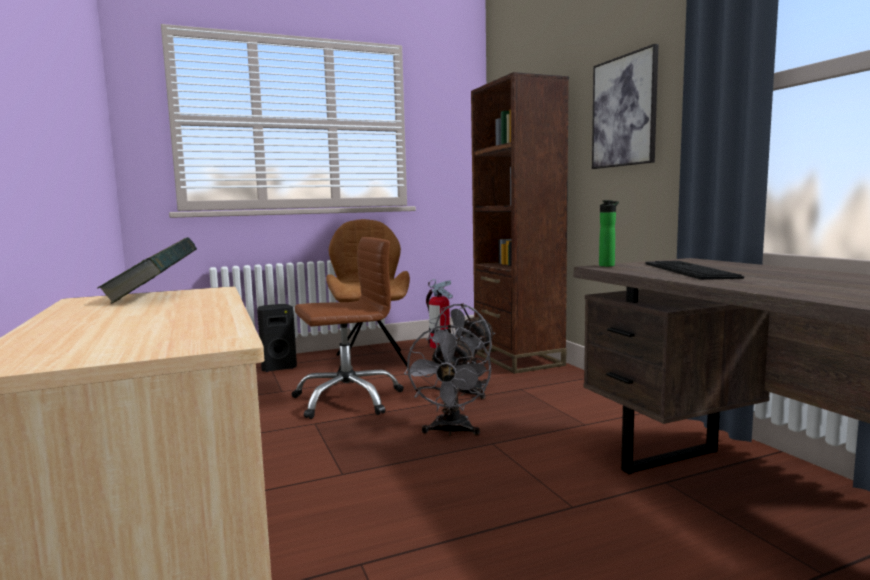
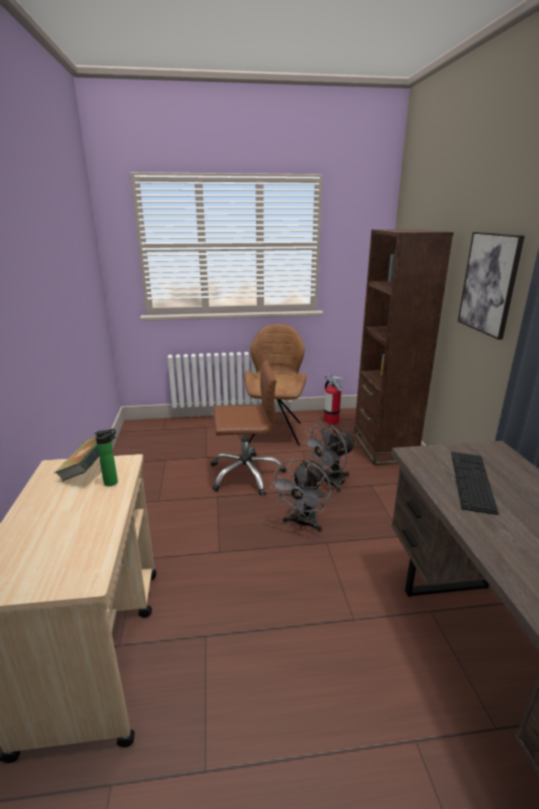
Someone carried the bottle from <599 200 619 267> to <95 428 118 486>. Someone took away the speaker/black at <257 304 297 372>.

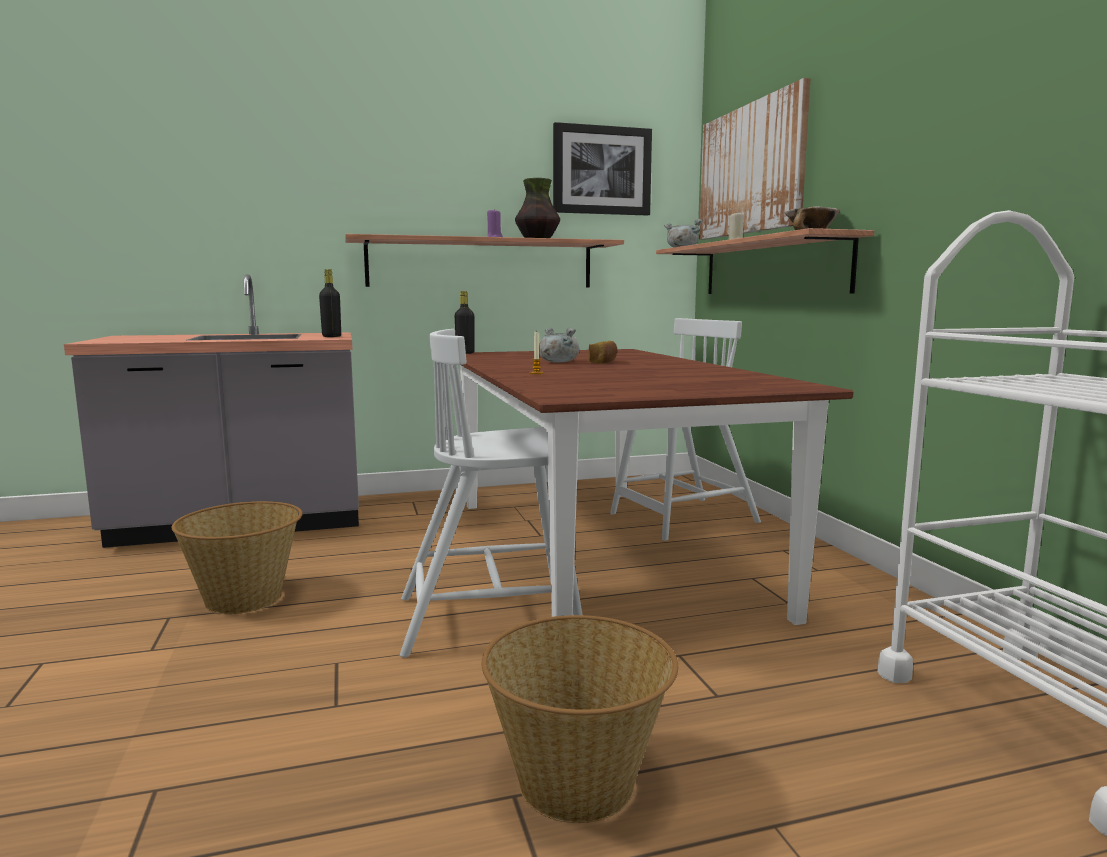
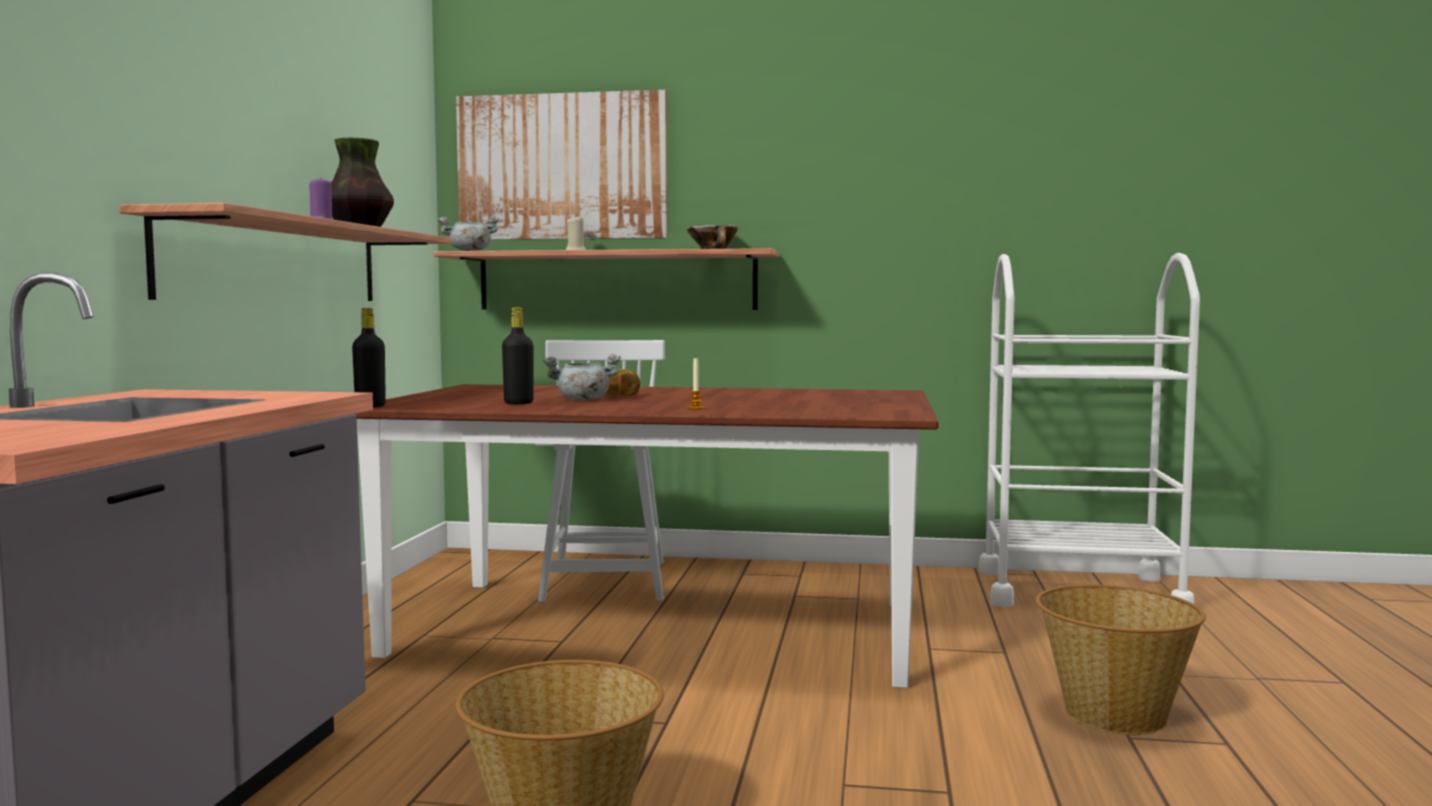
Someone carried the bottle/black from <319 269 341 337> to <502 308 533 404>. Someone took away the chair/white at <400 329 582 658>. Someone took away the picture at <553 122 652 216>.

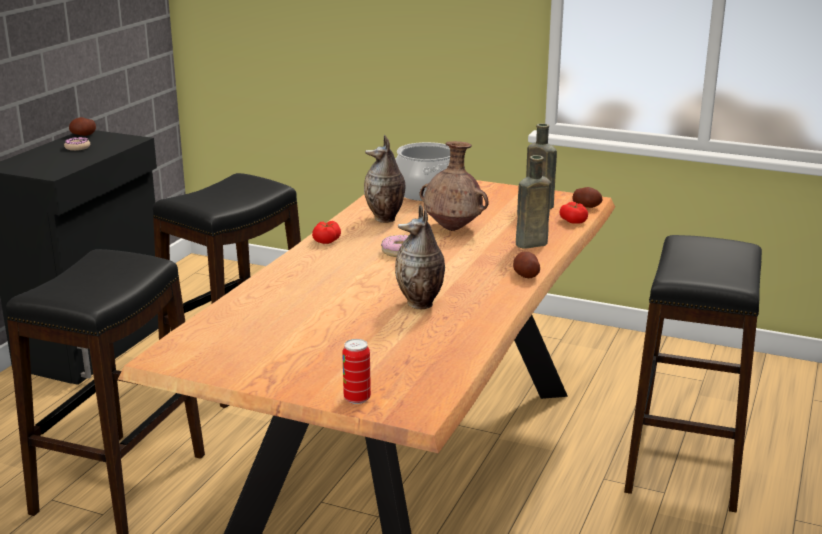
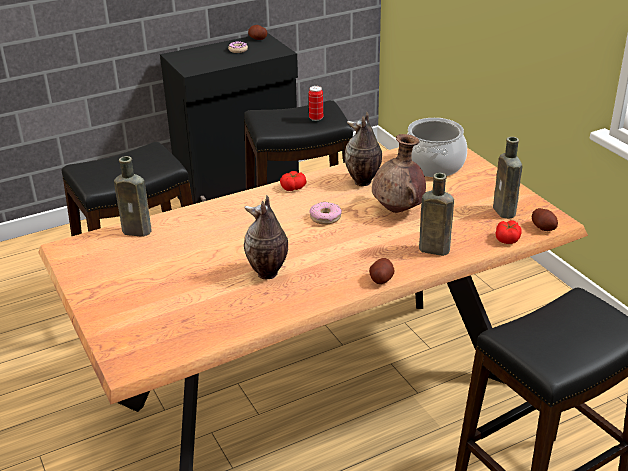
Someone put down the bottle/brown at <114 156 152 237>. Someone carried the can from <342 339 371 404> to <309 86 323 121>.

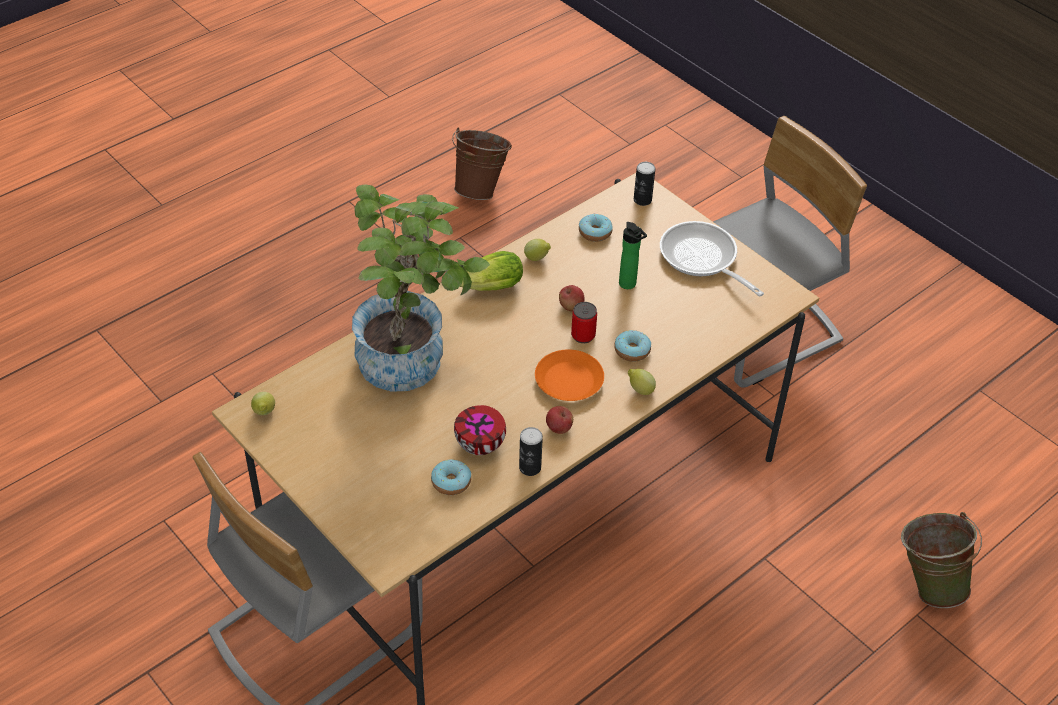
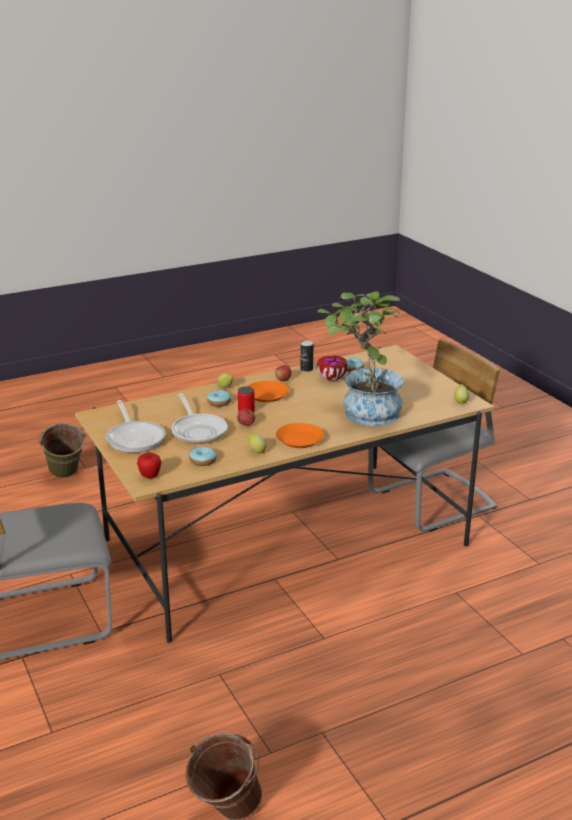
Someone swapped the can at <634 162 655 206> for the apple at <137 452 161 479>. Someone swapped the bottle at <619 222 647 289> for the frying pan at <172 393 228 444>. Someone swapped the lettuce at <460 251 523 291> for the plate/orange at <276 423 324 448>.

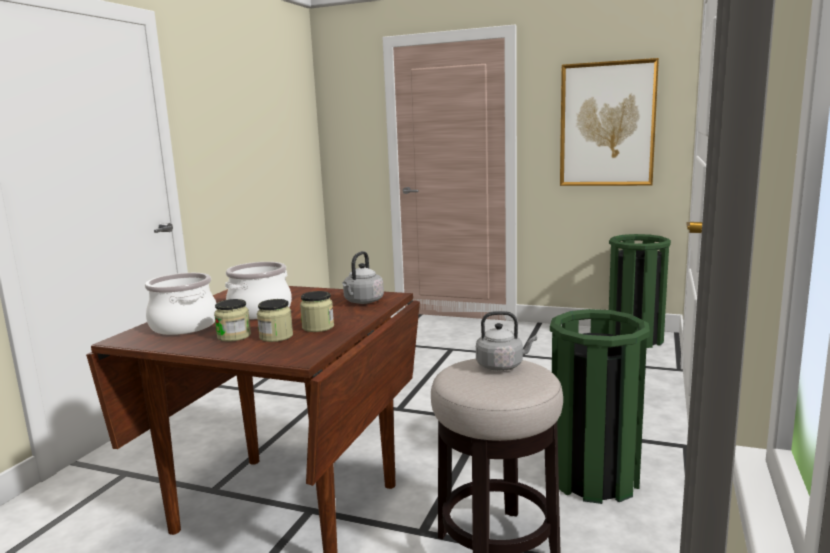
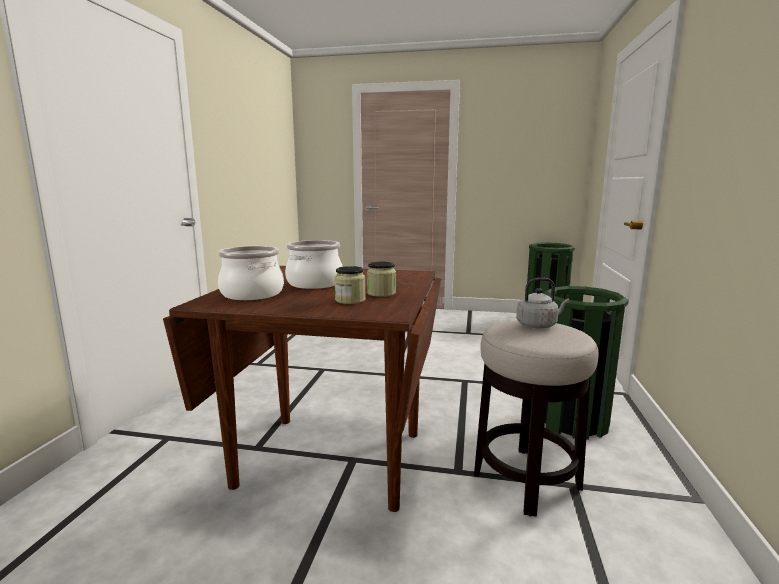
Someone took away the jar at <214 299 251 342>. Someone took away the kettle/grey at <342 251 384 304>. Someone took away the picture at <560 58 659 186>.

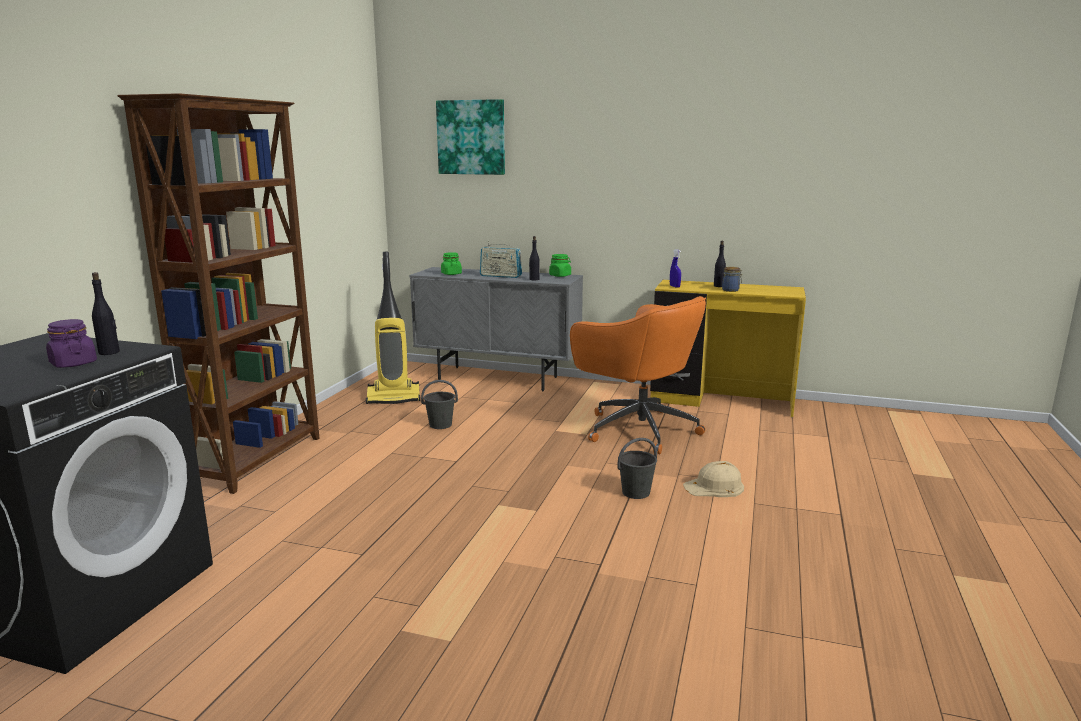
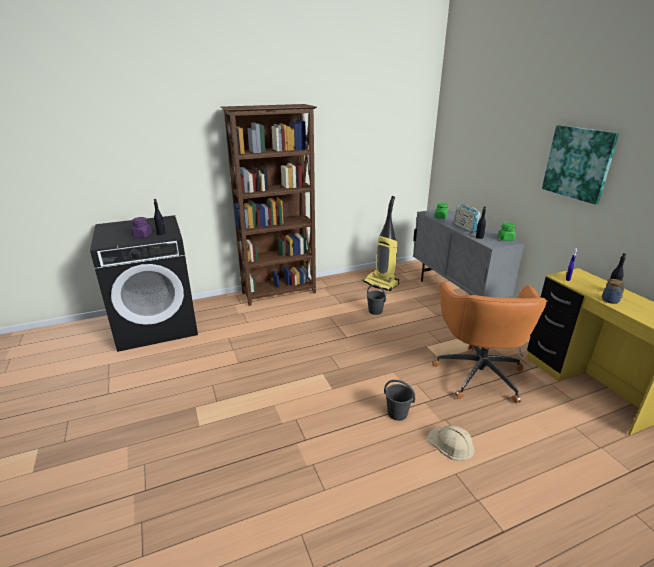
Someone carried the picture from <436 99 505 175> to <542 125 619 205>.

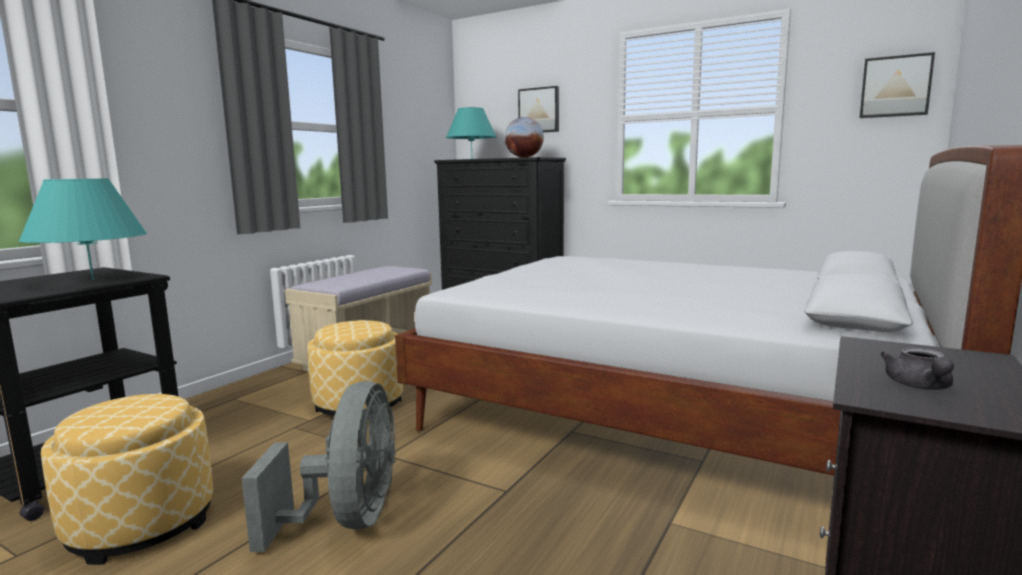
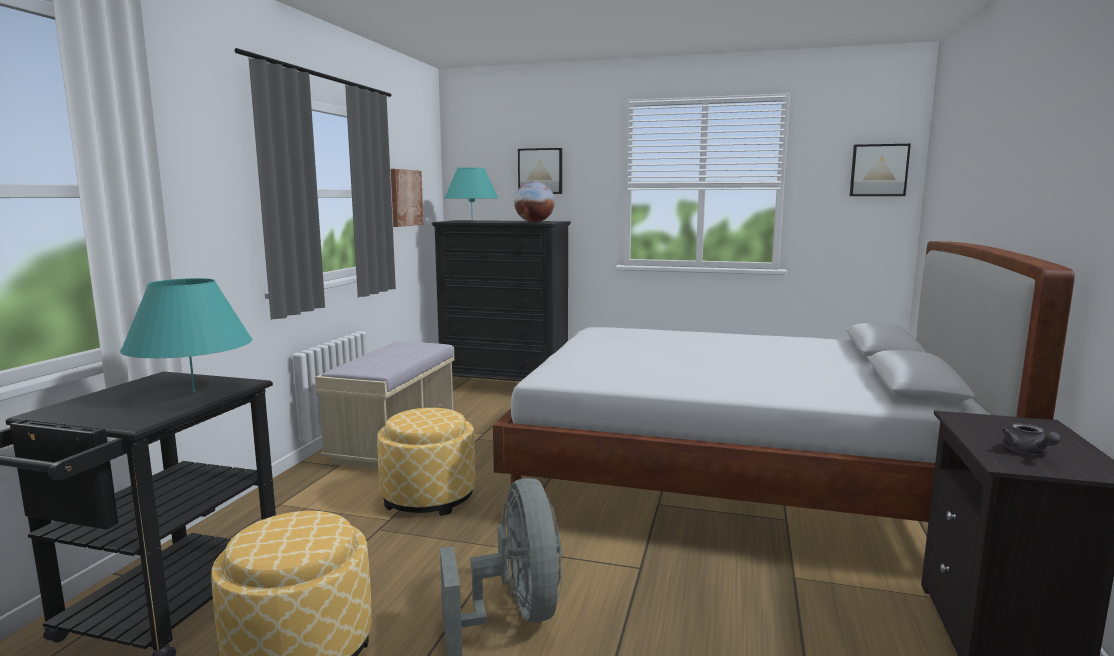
Someone put up the picture at <391 169 424 227>.

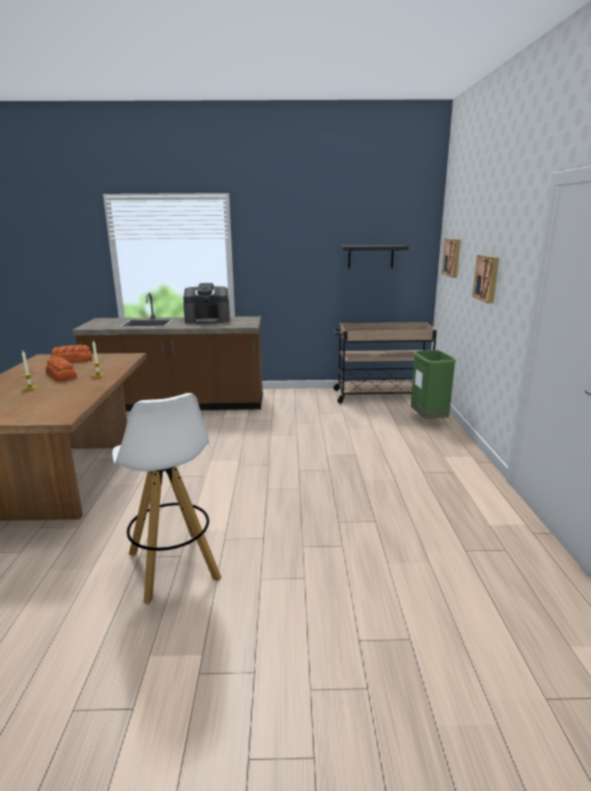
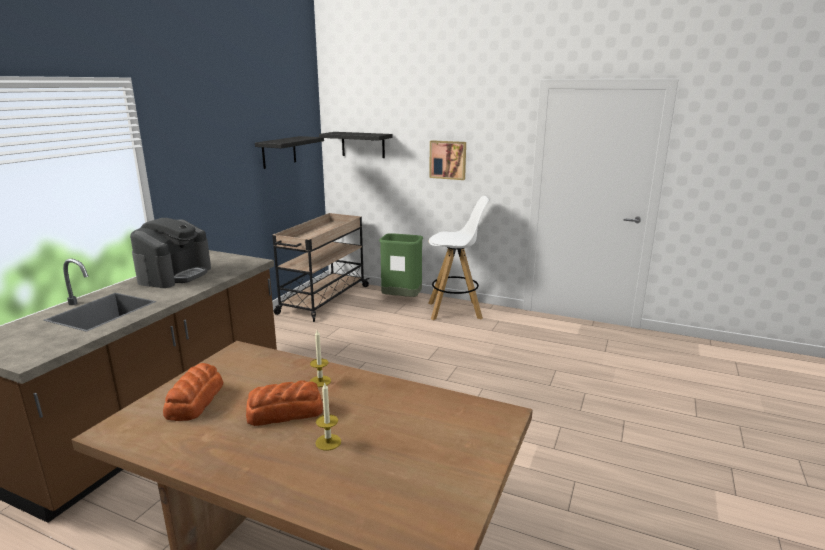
Someone swapped the picture at <442 238 461 278> for the shelf/black at <319 132 392 158>. Someone carried the stool/white from <112 393 221 605> to <428 196 490 320>.

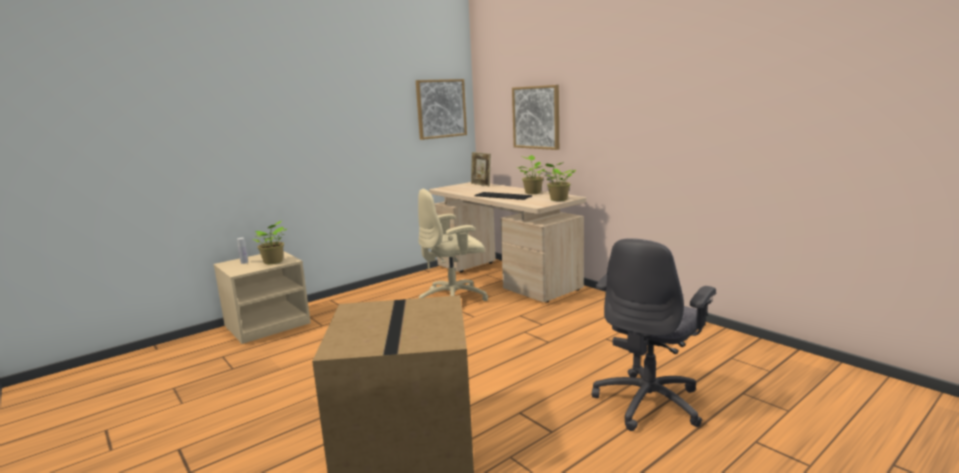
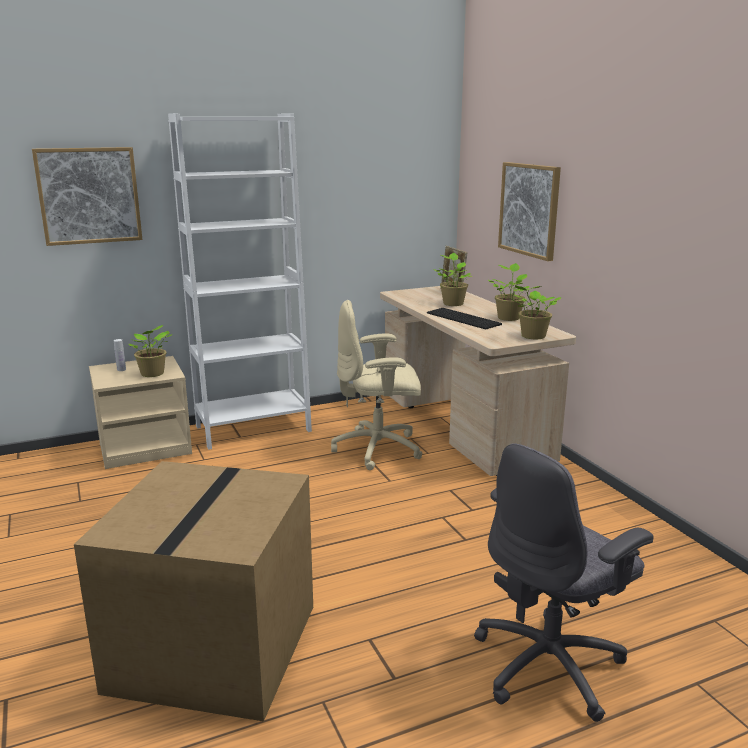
Someone carried the picture from <416 79 467 140> to <32 147 143 246>. Someone put down the bookcase/white at <168 113 312 450>. Someone put down the potted plant at <433 253 472 306>.

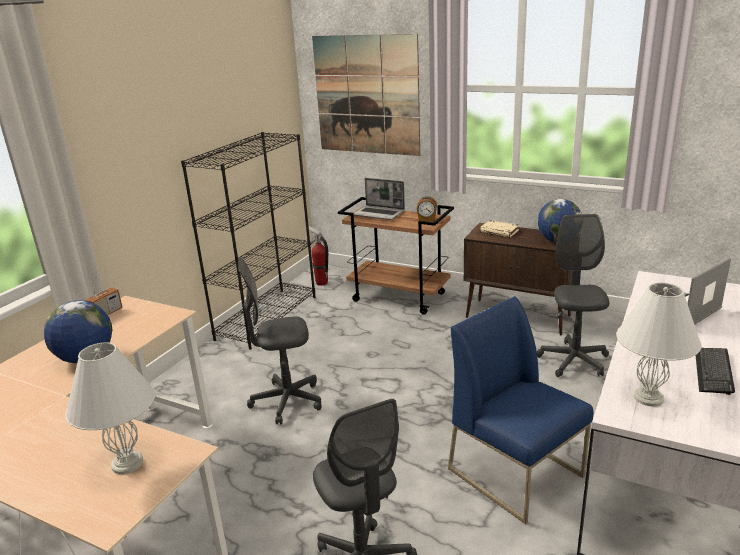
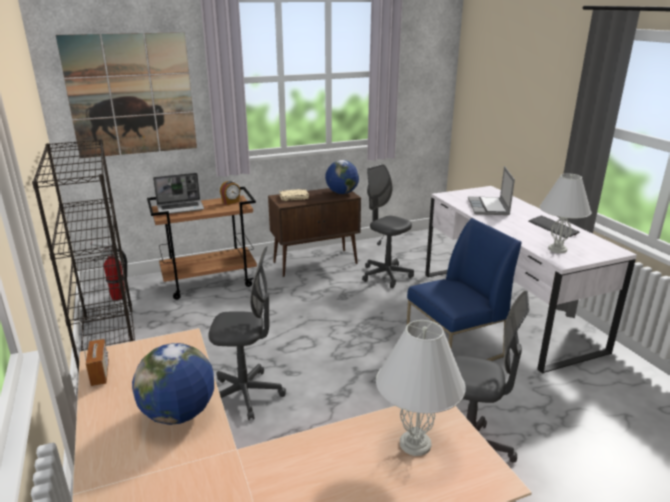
Someone rotated the office chair/grey at <238 257 322 424> by 120 degrees counterclockwise. Someone rotated the chair/blue at <448 296 593 524> by 150 degrees clockwise.

